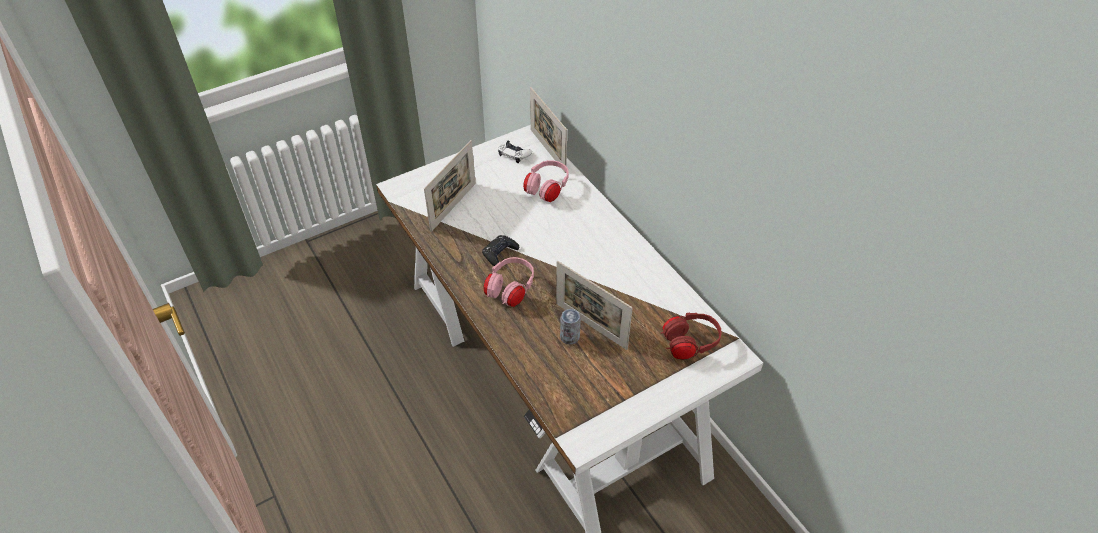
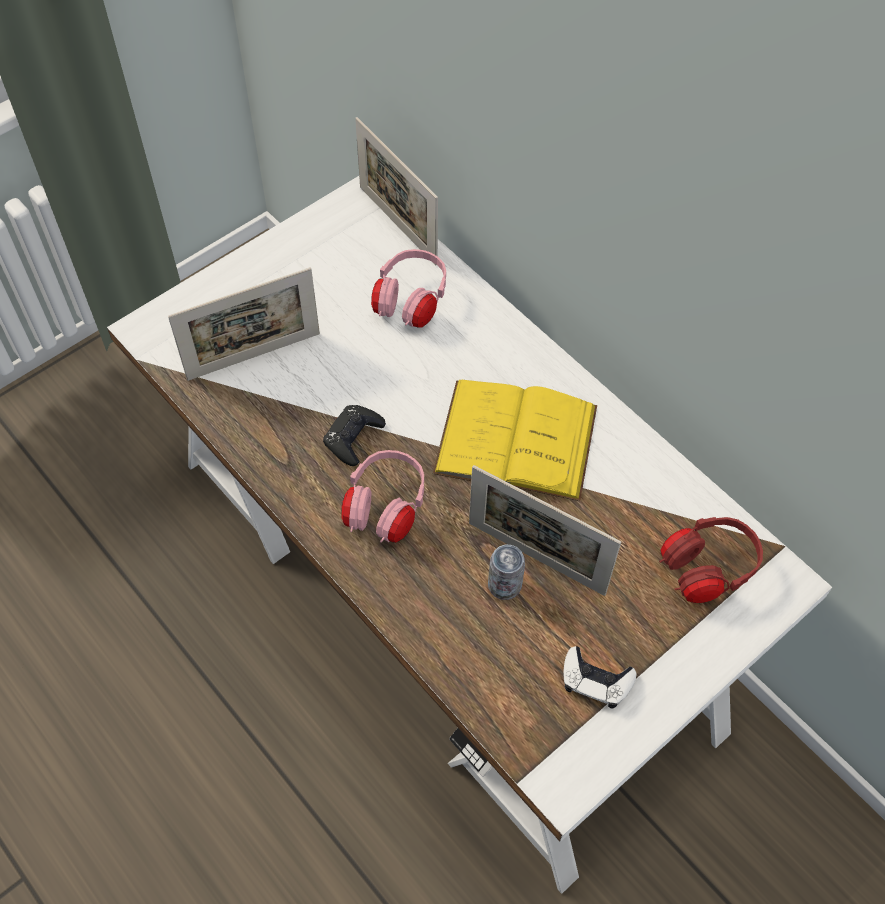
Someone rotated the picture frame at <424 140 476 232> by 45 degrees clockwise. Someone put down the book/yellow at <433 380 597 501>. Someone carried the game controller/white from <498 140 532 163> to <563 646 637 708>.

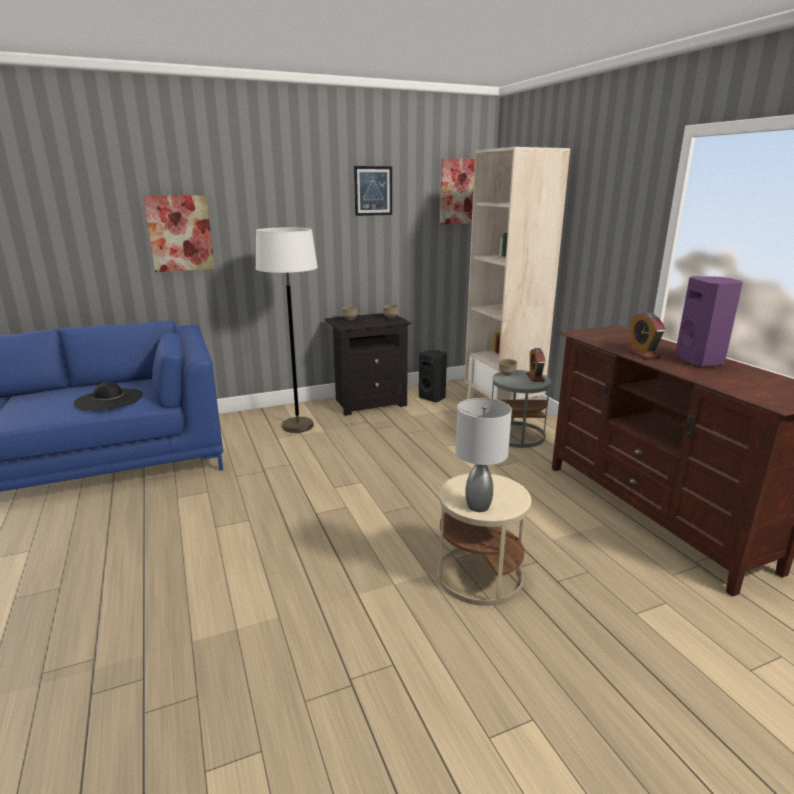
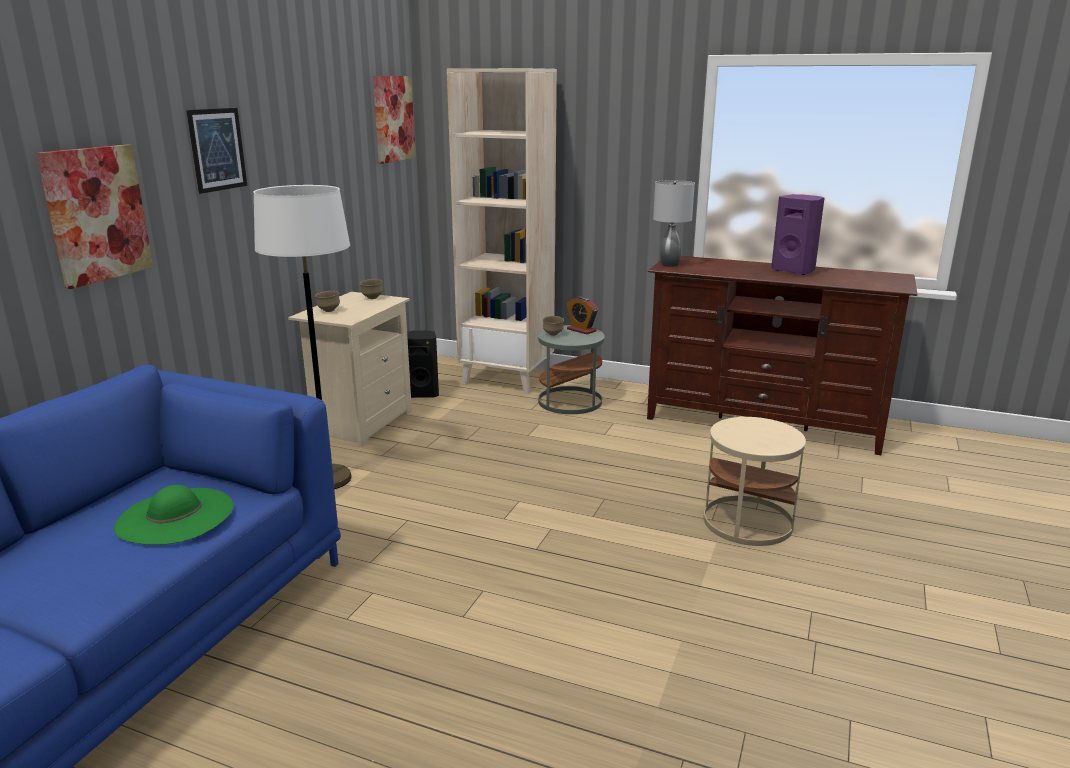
Someone repainted the hat/black at <74 382 143 411>, which became the hat/green at <114 485 234 545>. Someone carried the picture from <354 166 392 216> to <186 108 247 194>. Someone repainted the nightstand/black at <324 313 411 416>, which became the nightstand/beige at <288 292 412 447>. Someone carried the table lamp/grey from <456 398 512 512> to <653 180 695 267>. Someone took away the alarm clock at <625 312 665 359>.

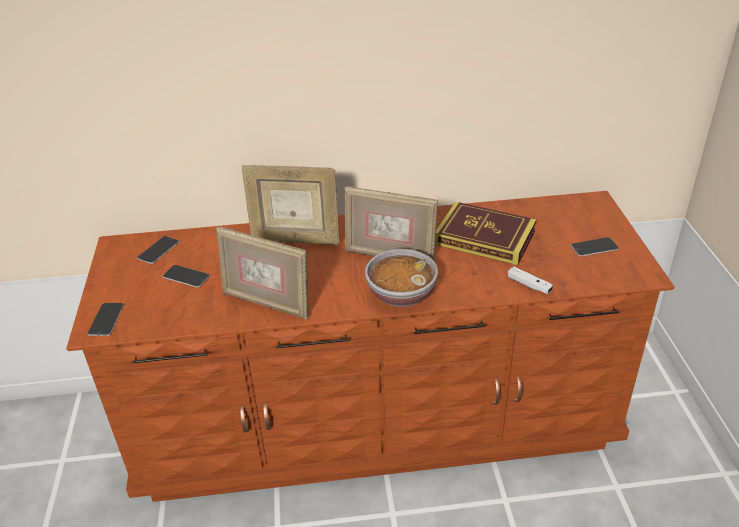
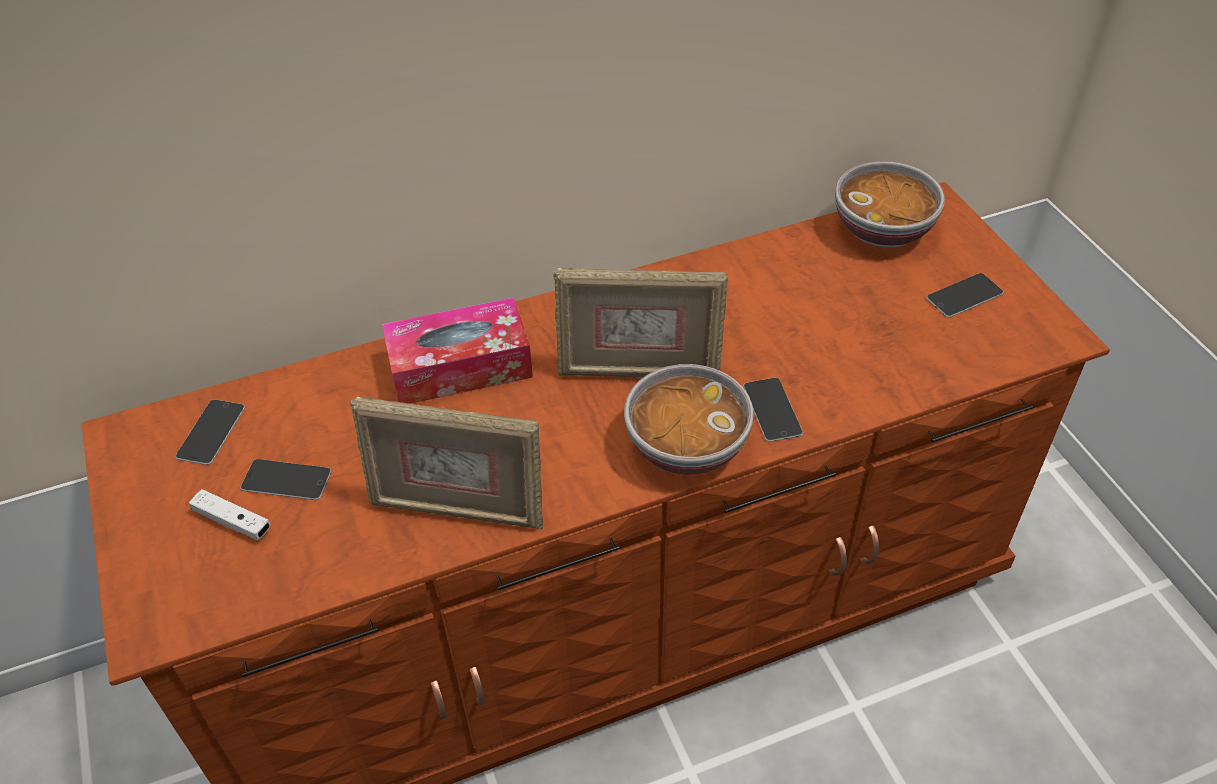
Someone carried the game controller/white from <508 266 553 294> to <189 489 271 540>. Someone swapped the picture frame at <242 165 340 245> for the tissue box at <382 298 533 404>. Someone carried the phone from <87 303 124 336> to <743 378 803 442>. Someone put down the bowl at <835 161 945 247>. Someone took away the book at <435 202 536 265>.

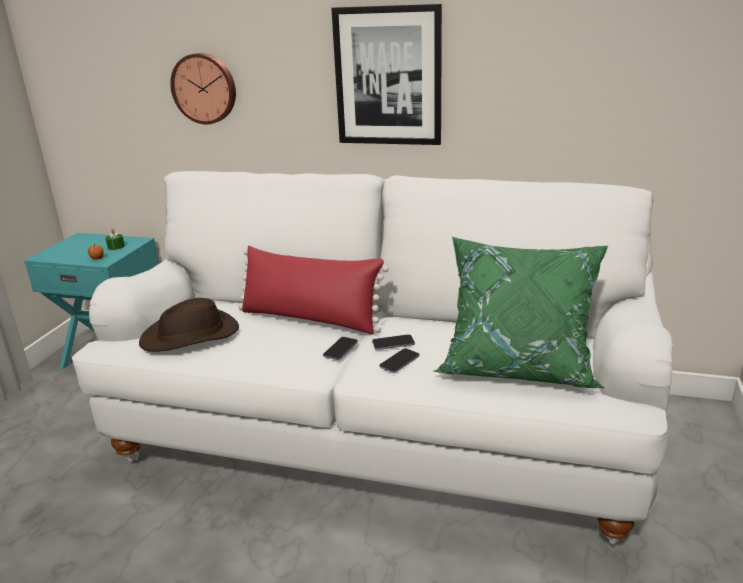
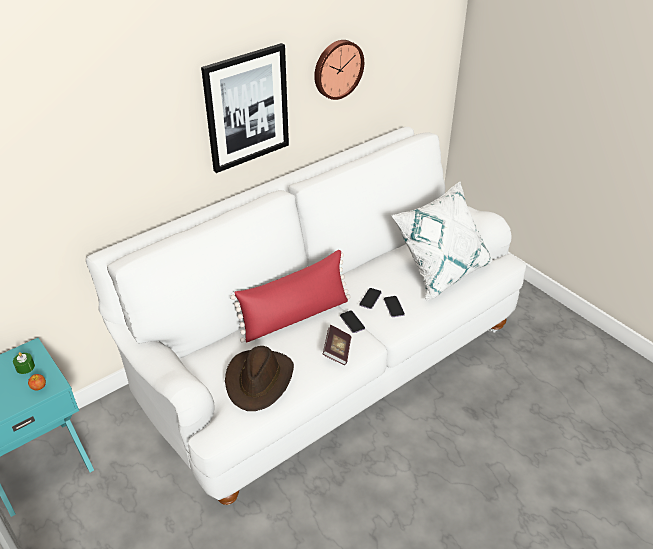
Someone carried the wall clock from <170 53 236 124> to <314 40 364 100>. Someone put down the book at <323 325 351 365>. Someone repainted the pillow/green at <433 237 608 388>, which became the pillow/white at <391 182 493 301>.

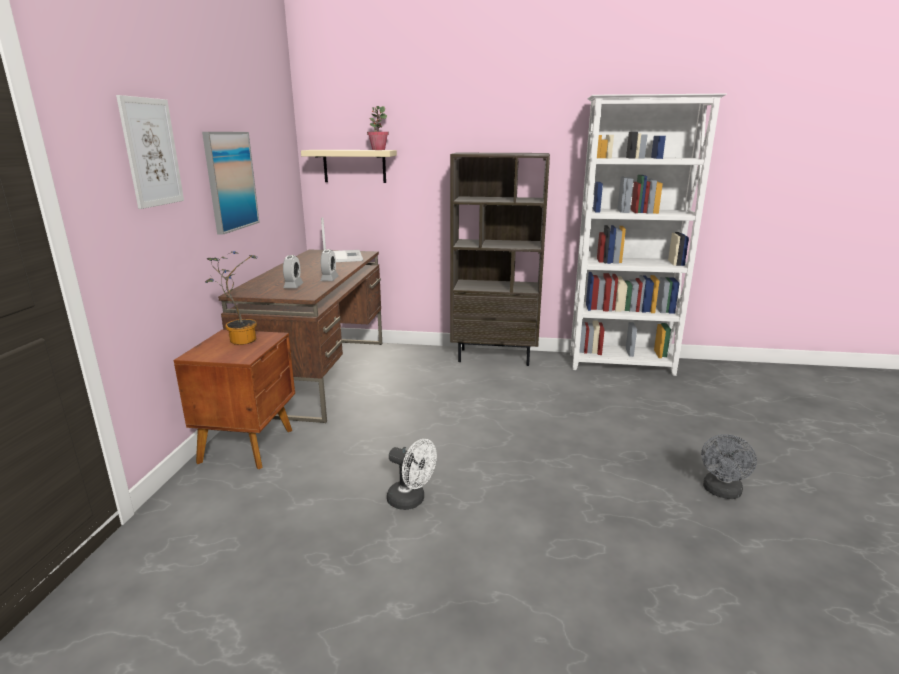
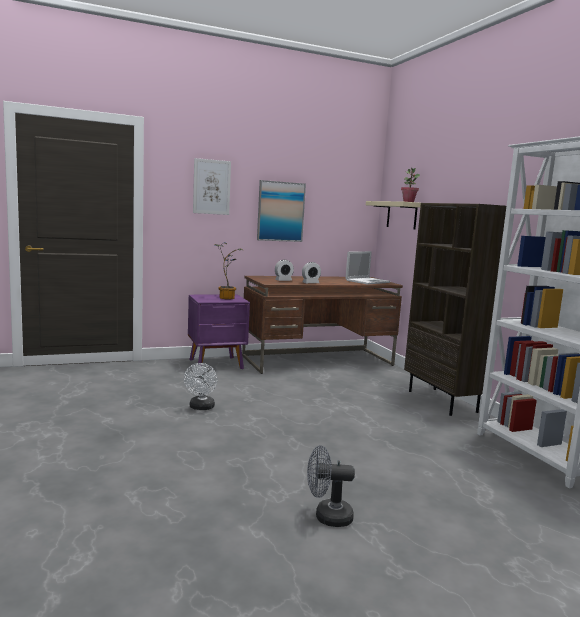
Someone repainted the nightstand/brown at <174 330 295 469>, which became the nightstand/purple at <188 294 250 369>.

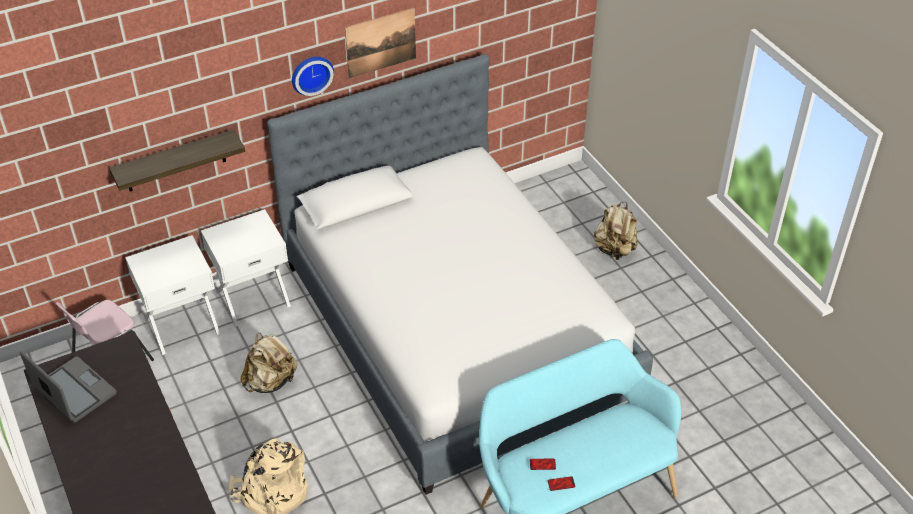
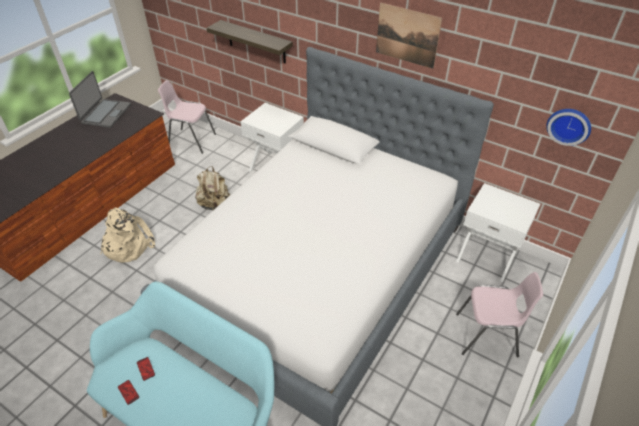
Someone carried the nightstand/white from <125 235 220 355> to <456 183 540 282>. Someone swapped the backpack/beige at <594 202 638 260> for the chair/pink at <456 272 543 357>. Someone carried the wall clock from <292 57 334 96> to <546 109 591 146>.

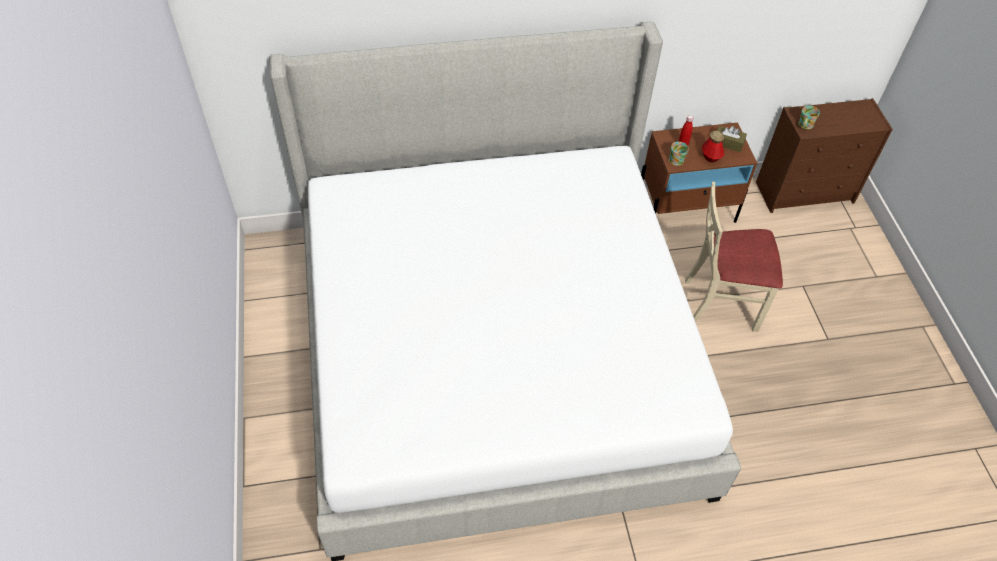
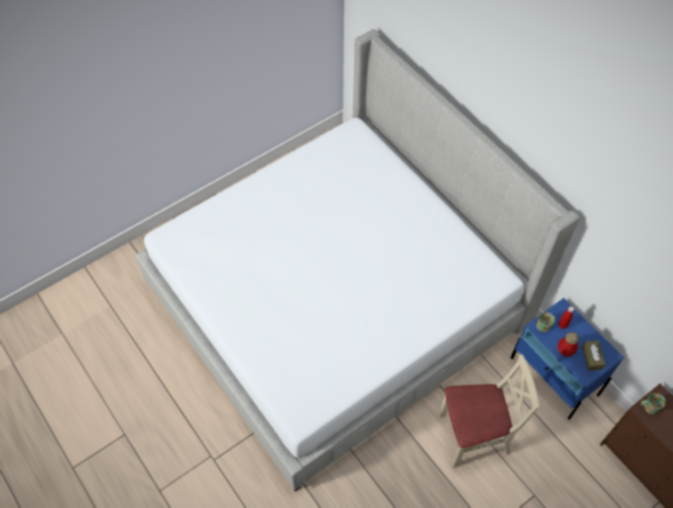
Someone rotated the chair/beige at <685 182 783 332> by 105 degrees clockwise. Someone repainted the nightstand/brown at <641 123 757 223>, which became the nightstand/blue at <511 298 624 420>.

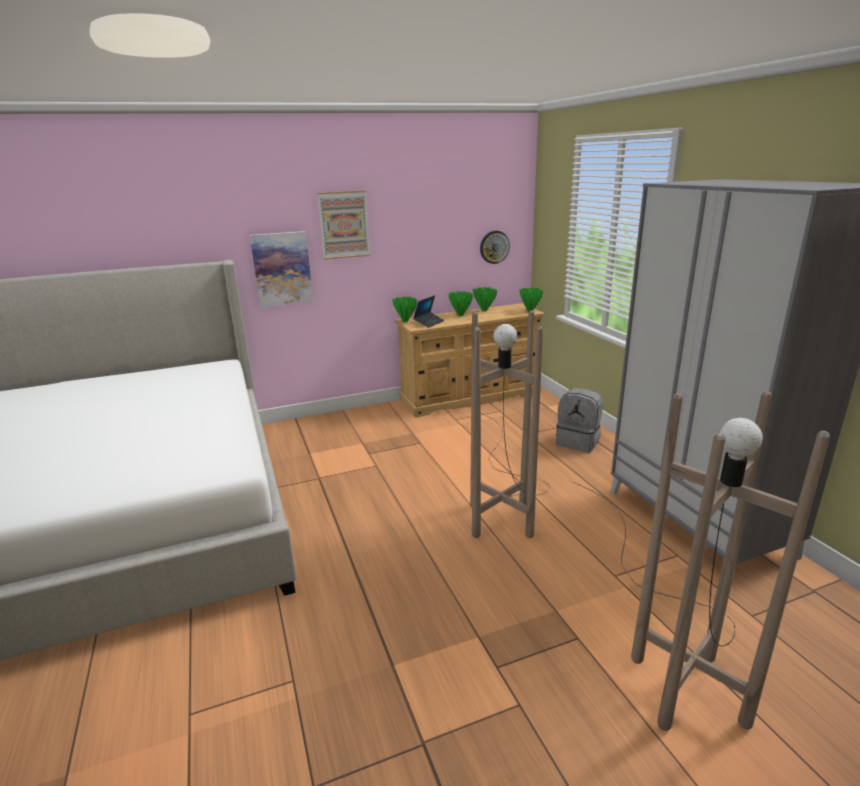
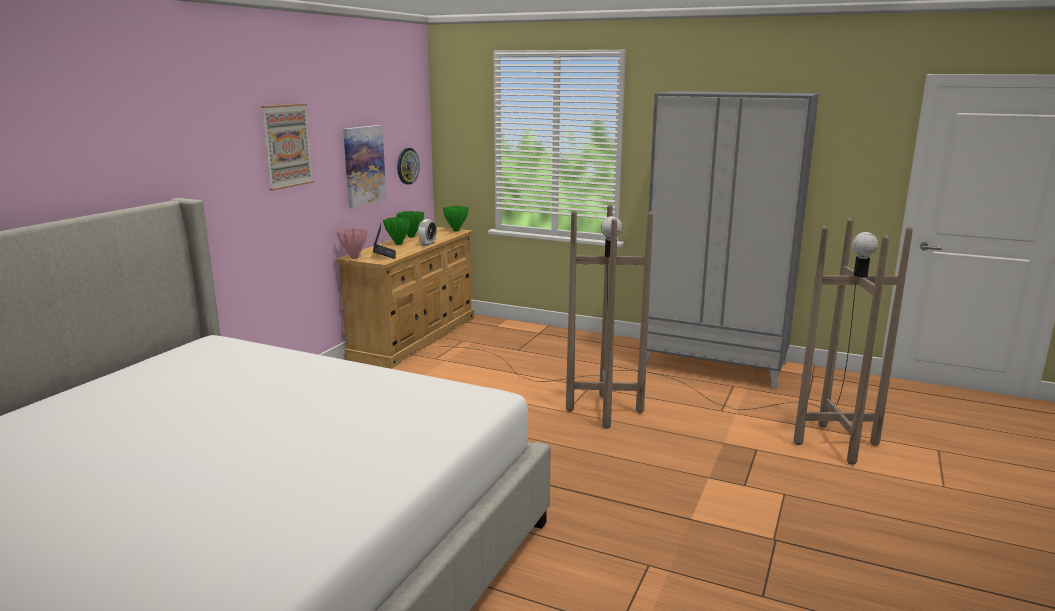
Someone repainted the vase/green at <392 297 417 322>, which became the vase/pink at <337 229 367 259>. Someone carried the picture from <250 231 313 308> to <343 125 386 208>. Someone put down the alarm clock at <418 219 437 246>. Someone took away the backpack/grey at <556 388 603 453>.

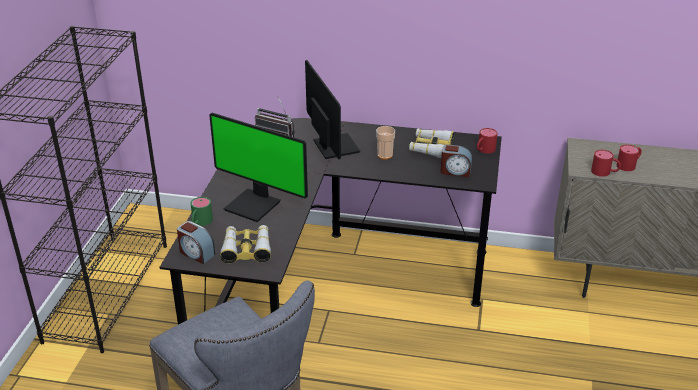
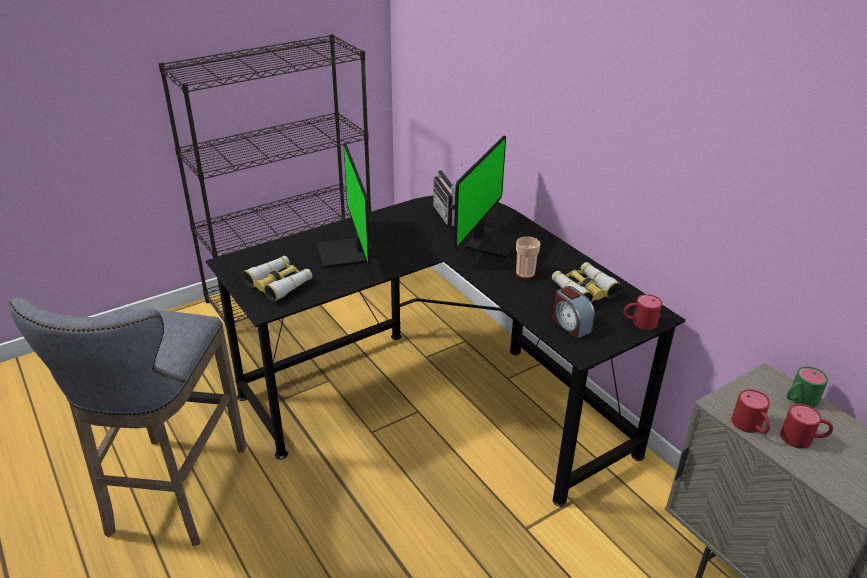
Someone carried the mug/green from <191 197 213 226> to <787 366 828 408>. Someone took away the alarm clock at <177 221 215 264>.

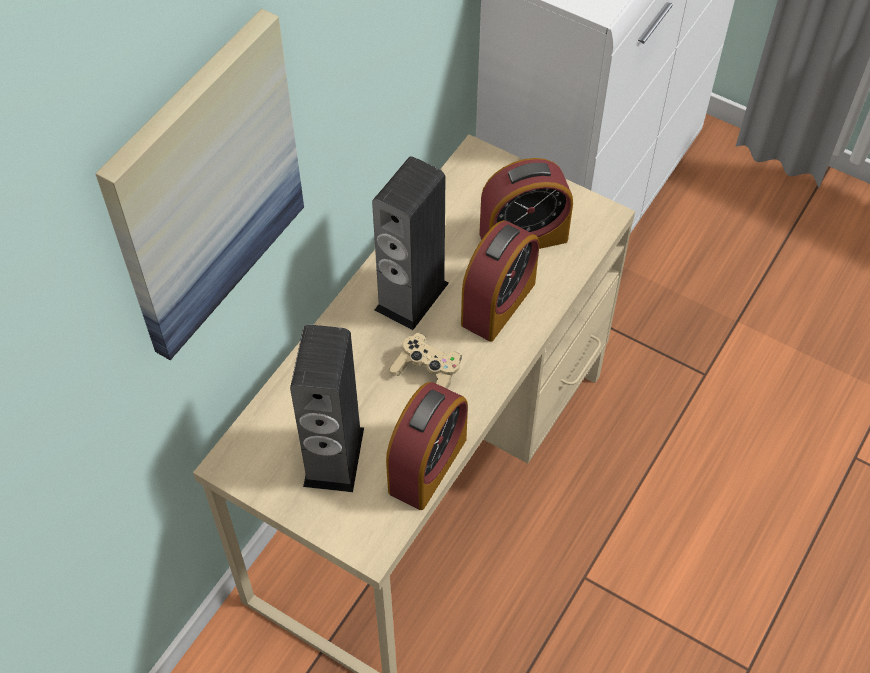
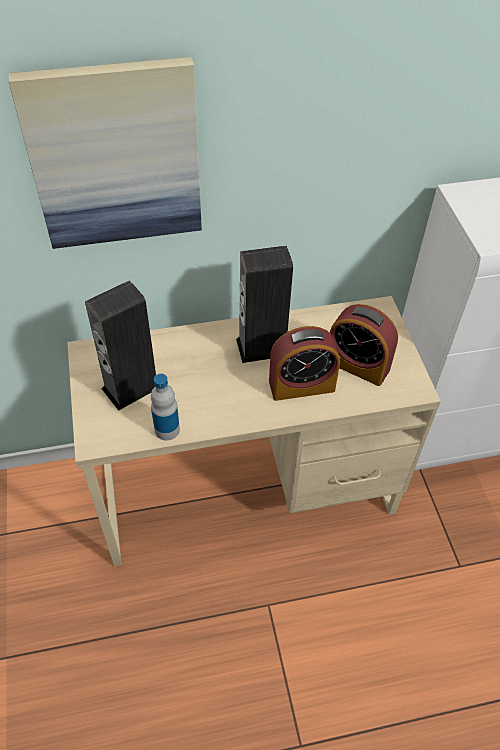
Someone swapped the alarm clock at <386 382 468 510> for the bottle at <151 374 180 440>. Someone took away the game controller/beige at <389 333 461 389>.

